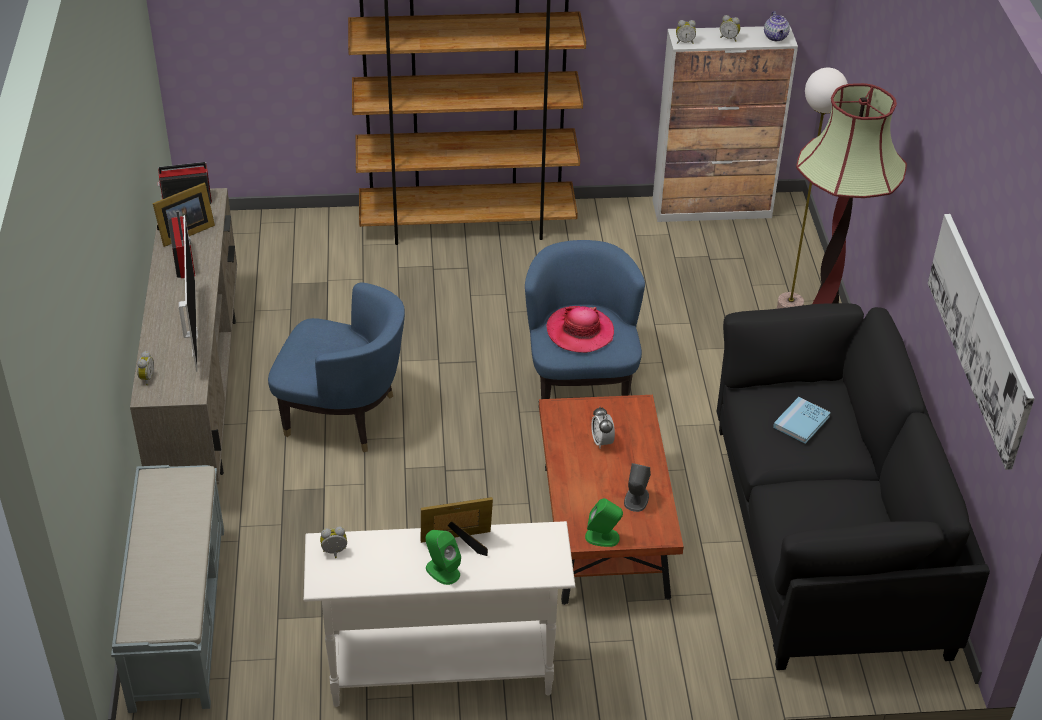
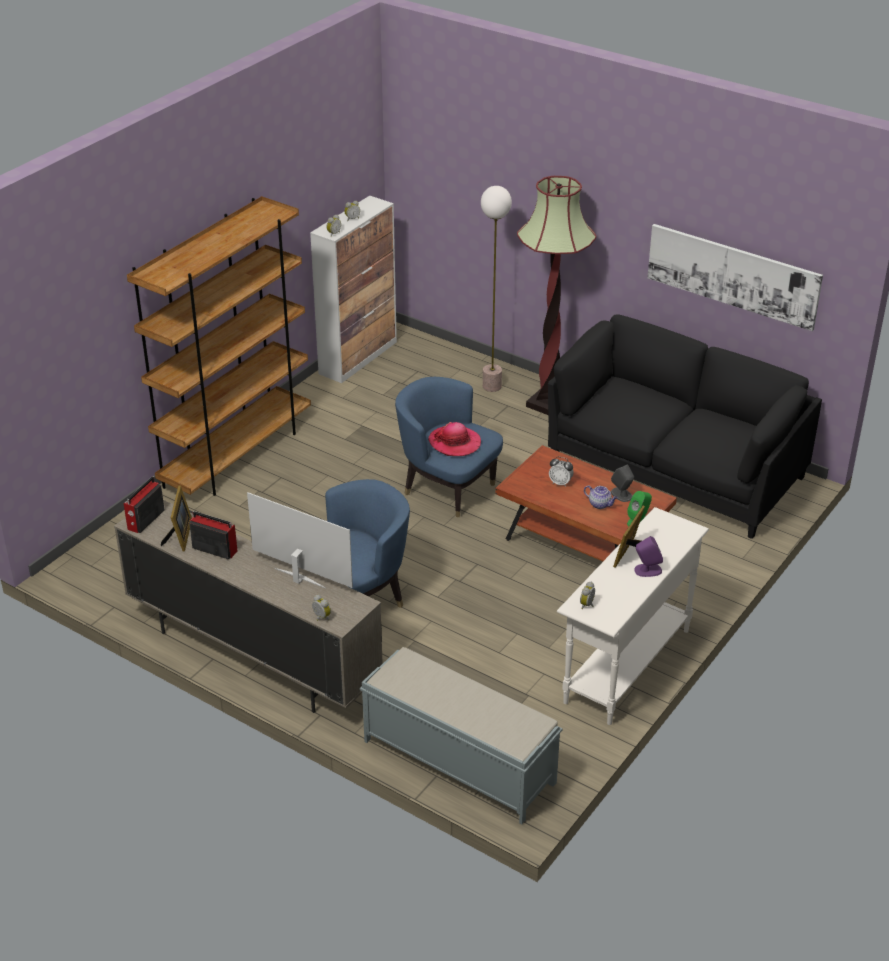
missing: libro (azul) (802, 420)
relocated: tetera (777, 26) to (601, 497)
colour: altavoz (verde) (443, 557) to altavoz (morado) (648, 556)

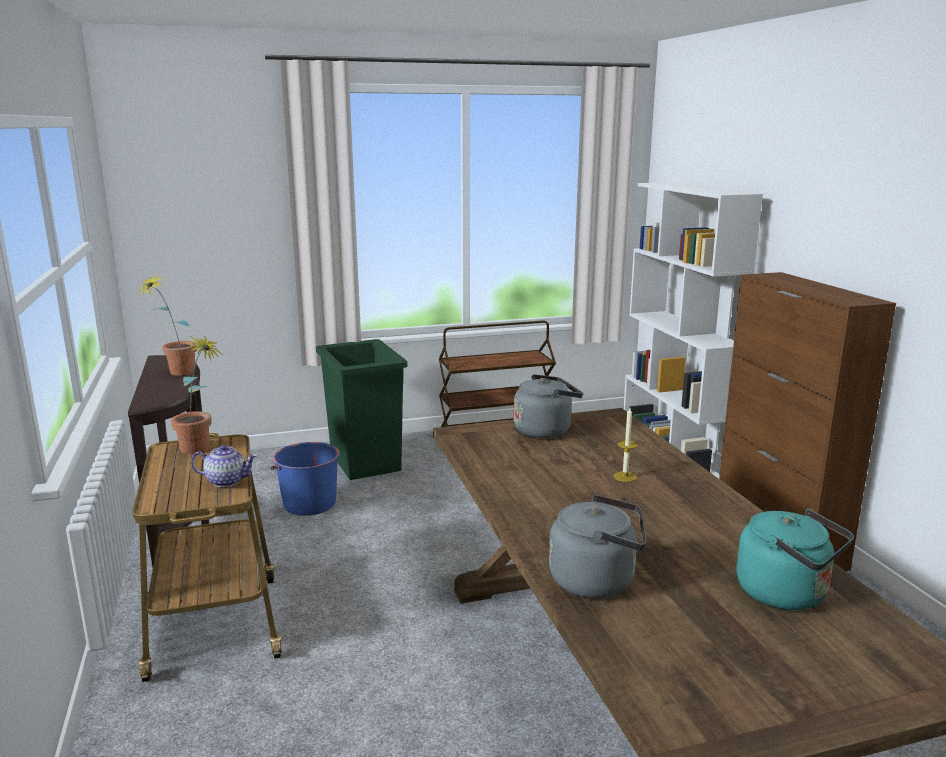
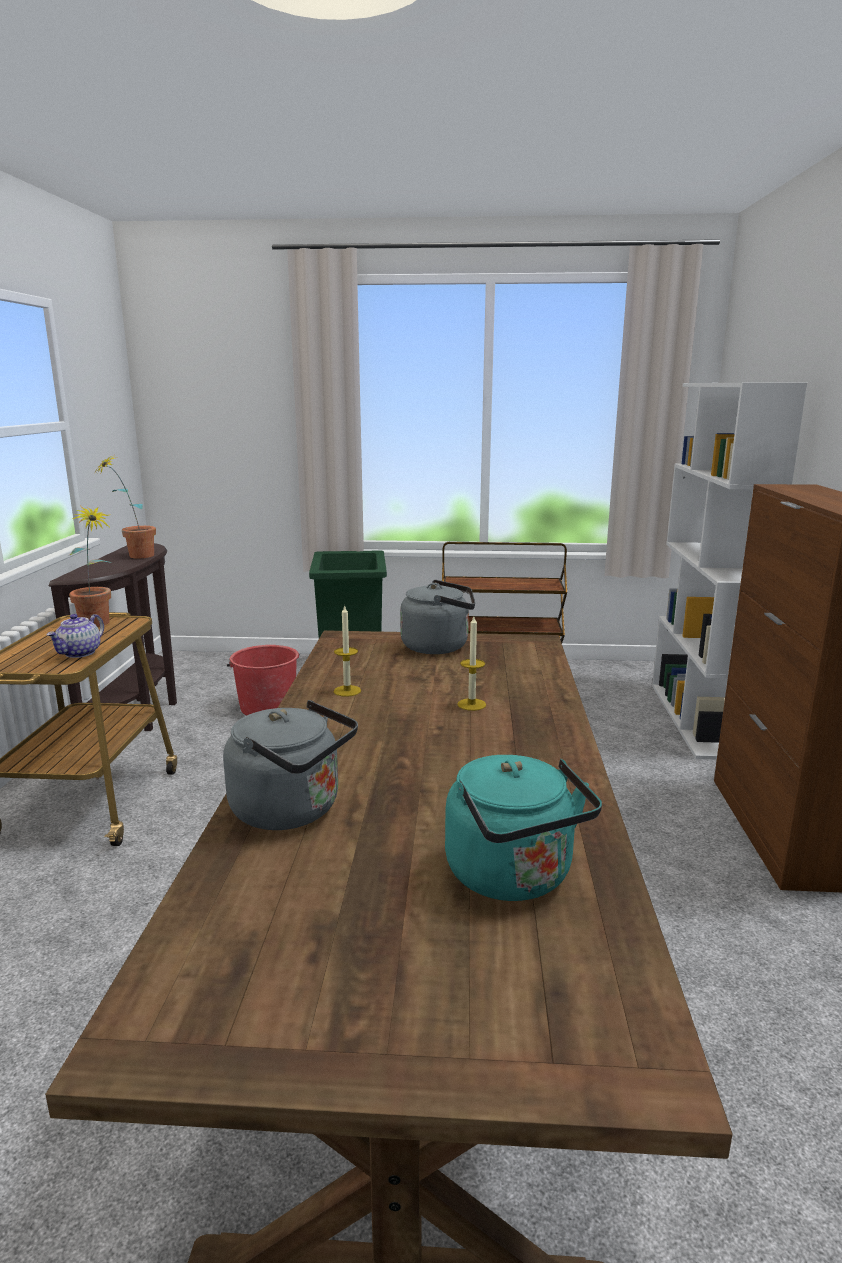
appeared: vela (347, 651)
colour: cubo (azul) (305, 479) to cubo (rojo) (263, 680)
spun: tetera (224, 466) = (75, 636) 90 degrees clockwise

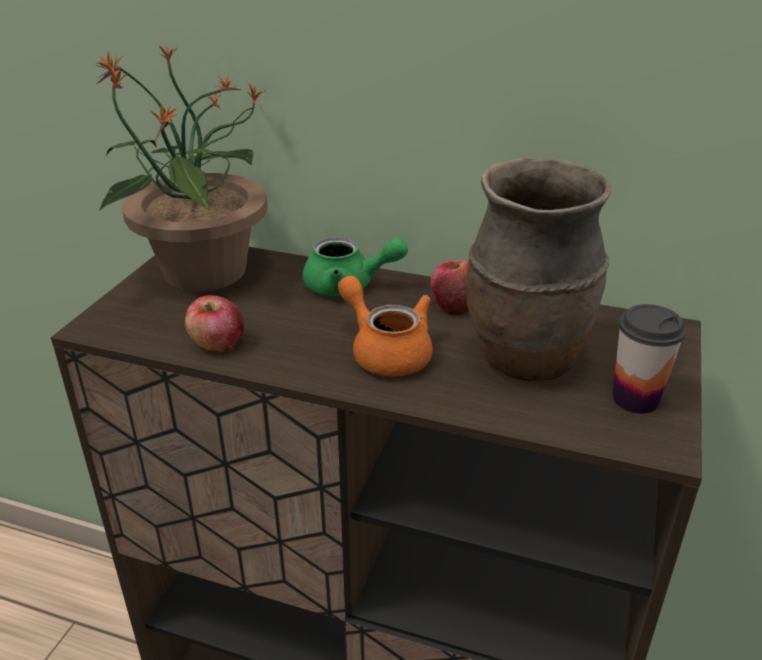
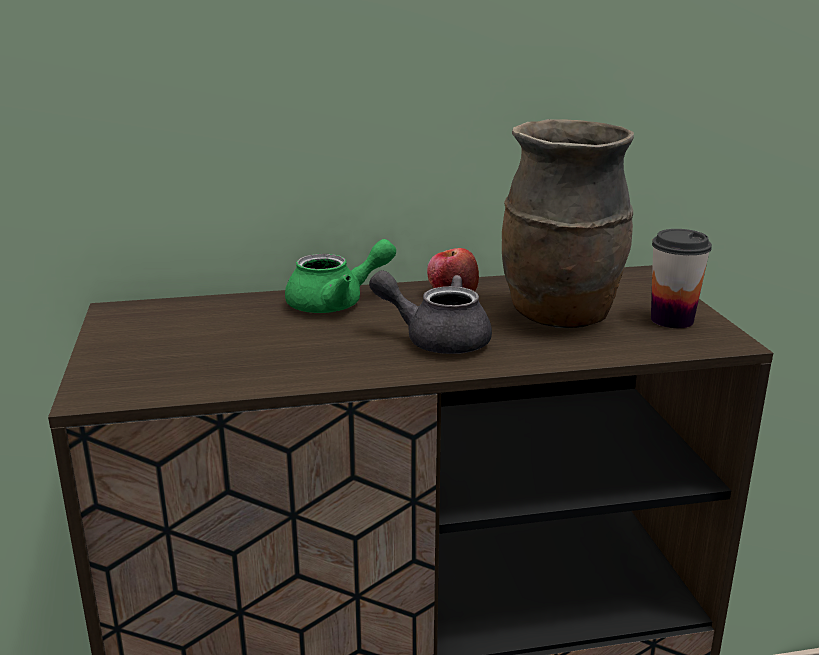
missing: planta en maceta (181, 167); manzana (214, 324)
colour: tetera (naranja) (385, 326) to tetera (gris) (430, 312)

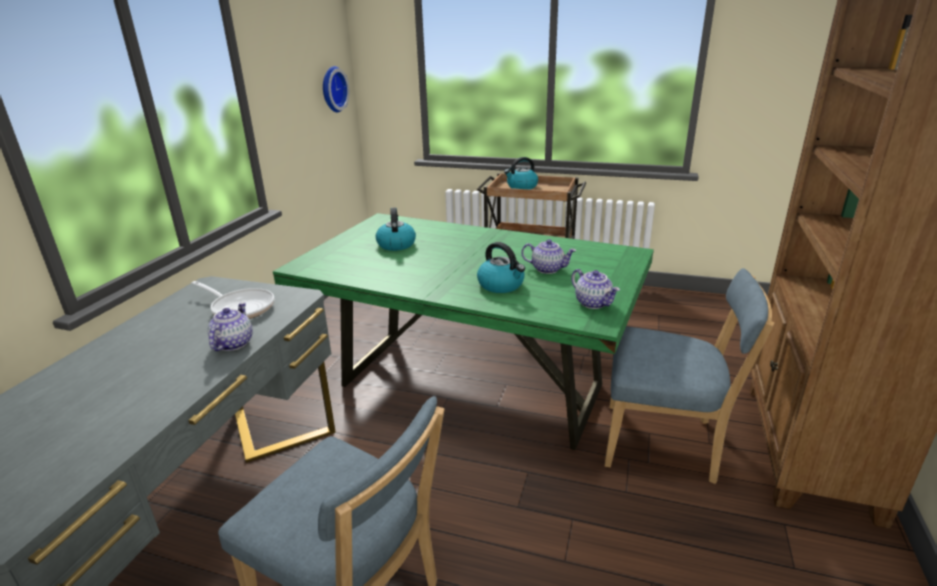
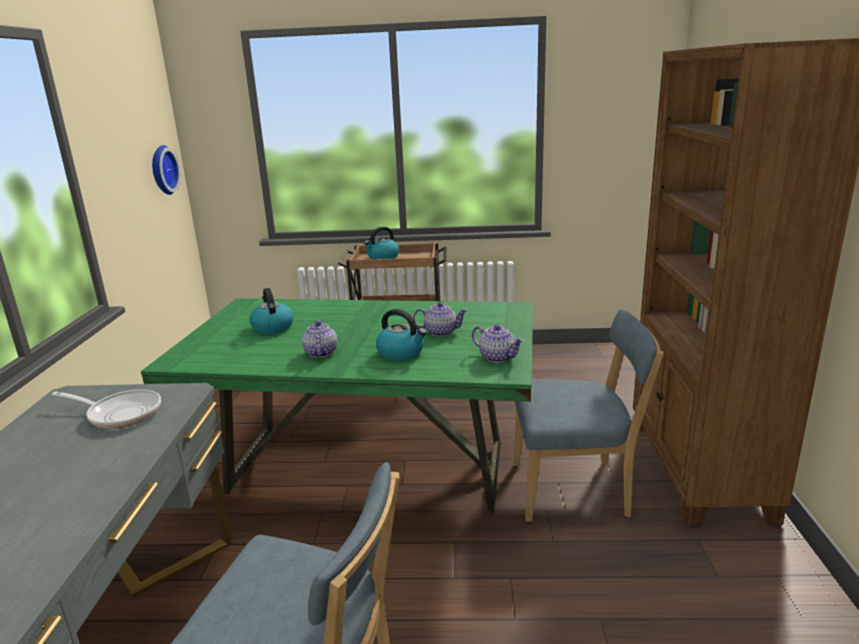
relocated: tetera (230, 326) to (319, 339)

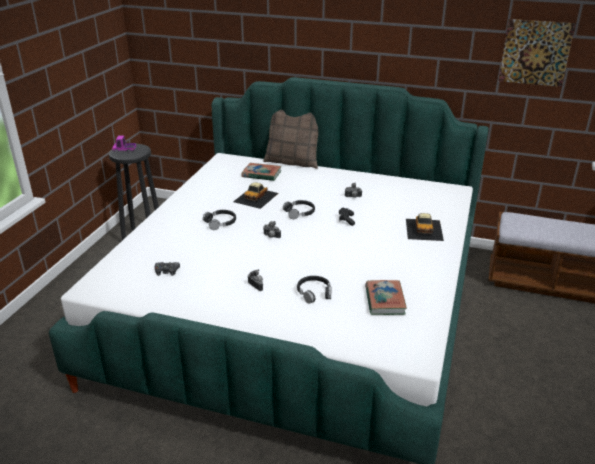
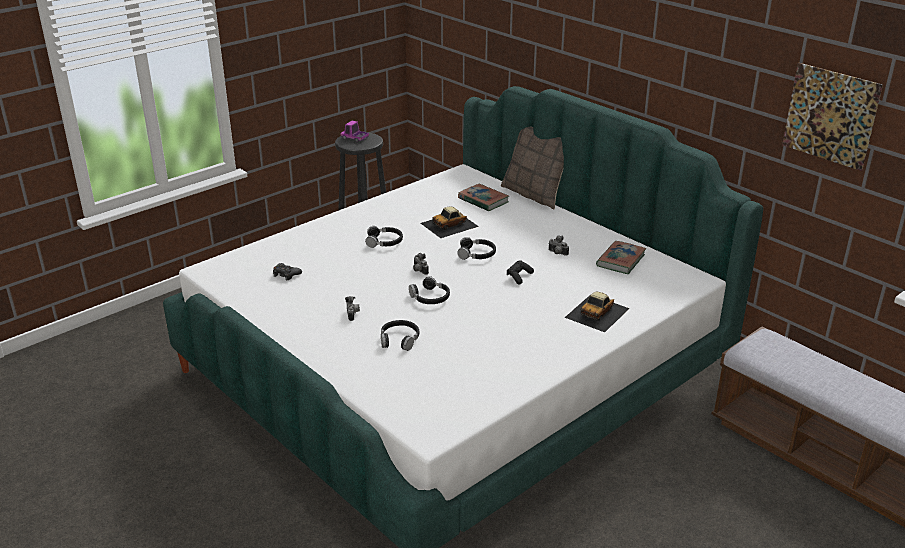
appeared: auriculares (negro) (429, 290)
relocated: libro (386, 297) to (621, 257)

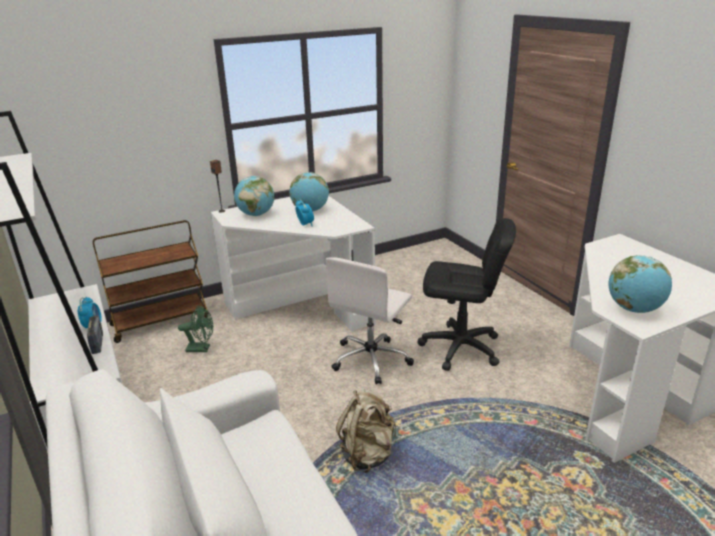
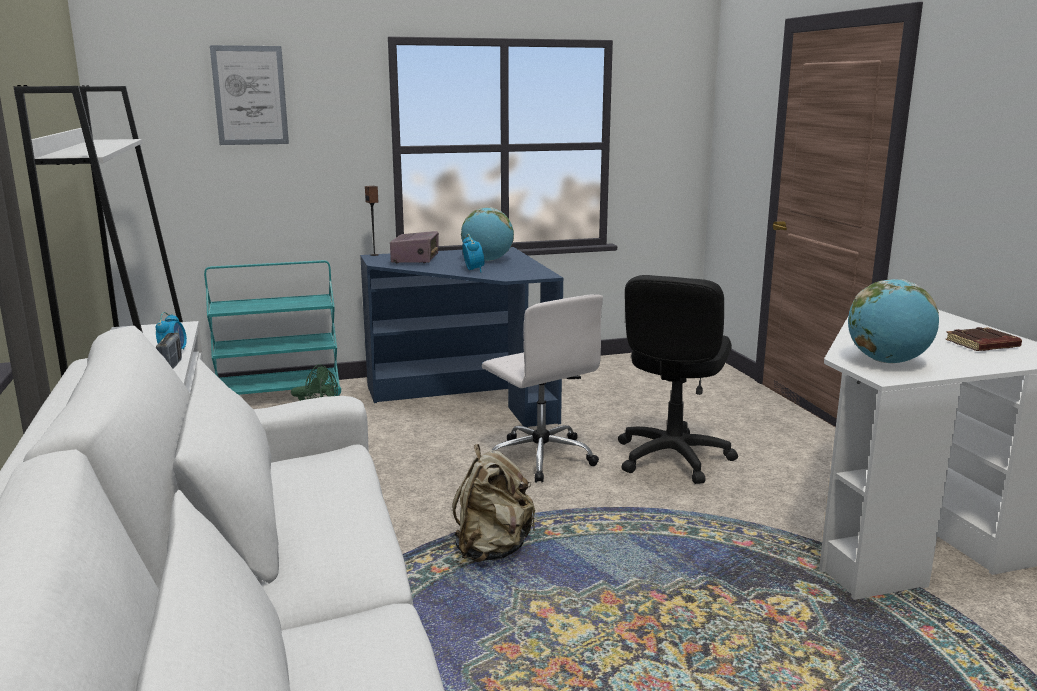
appeared: cuadro (249, 95); libro (marrón) (983, 339)
exchanged: globo terráqueo (254, 196) to radio (414, 247)
colour: carrito (marrón) (151, 281) to carrito (turquesa) (272, 328); escritorio (blanco) (293, 264) to escritorio (azul) (461, 337)
spun: silla de oficina (blanco) (370, 320) = (542, 388) 75 degrees counterclockwise; silla de oficina (negro) (467, 294) = (678, 379) 90 degrees clockwise

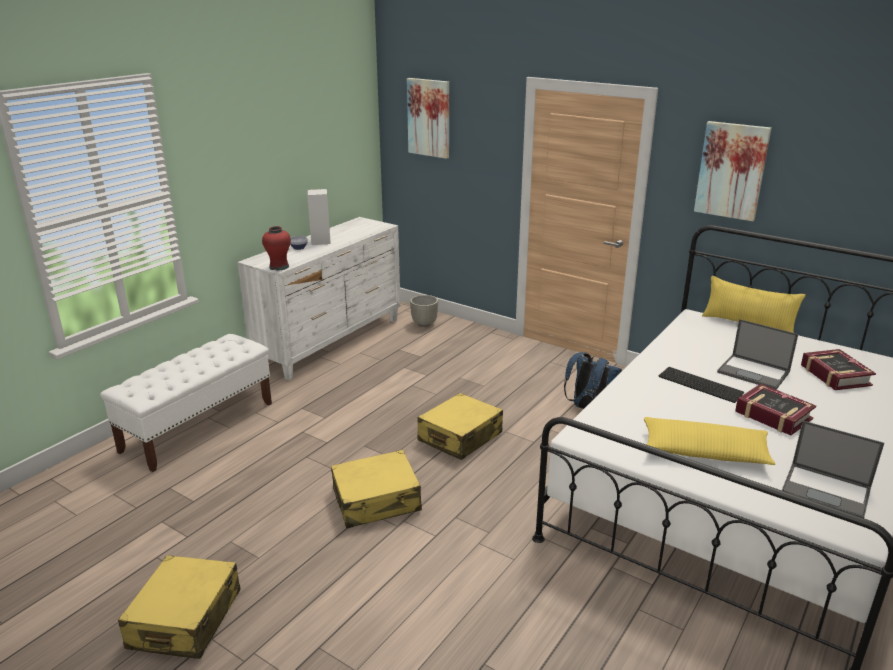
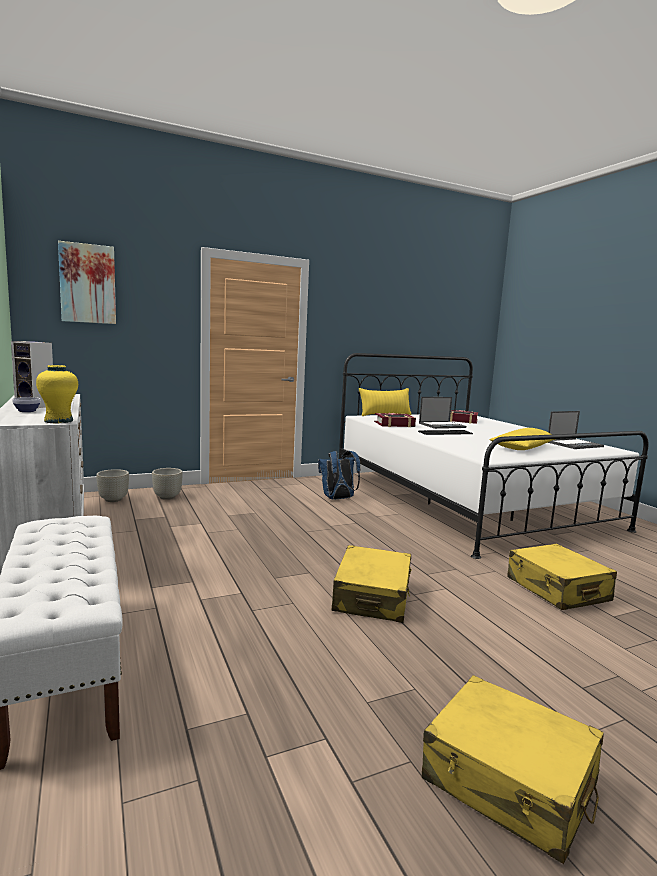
missing: cuadro (733, 171)
appeared: maceta (gris) (167, 484)
relocated: maleta (amarillo) (460, 426) to (562, 577); libro (775, 409) to (395, 420)
colour: florero (rojo) (276, 248) to florero (amarillo) (57, 394)

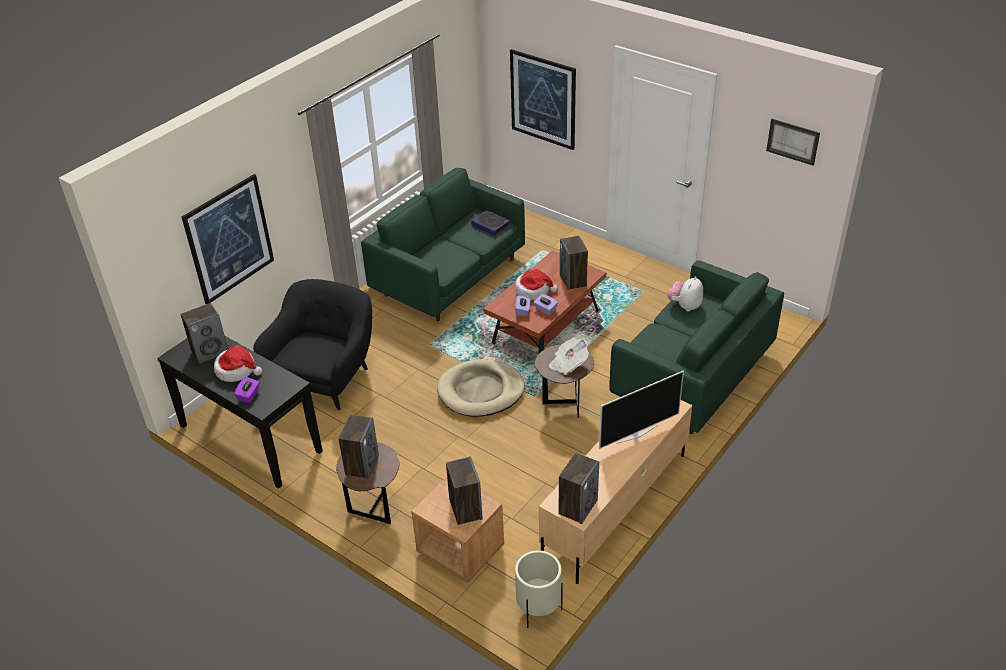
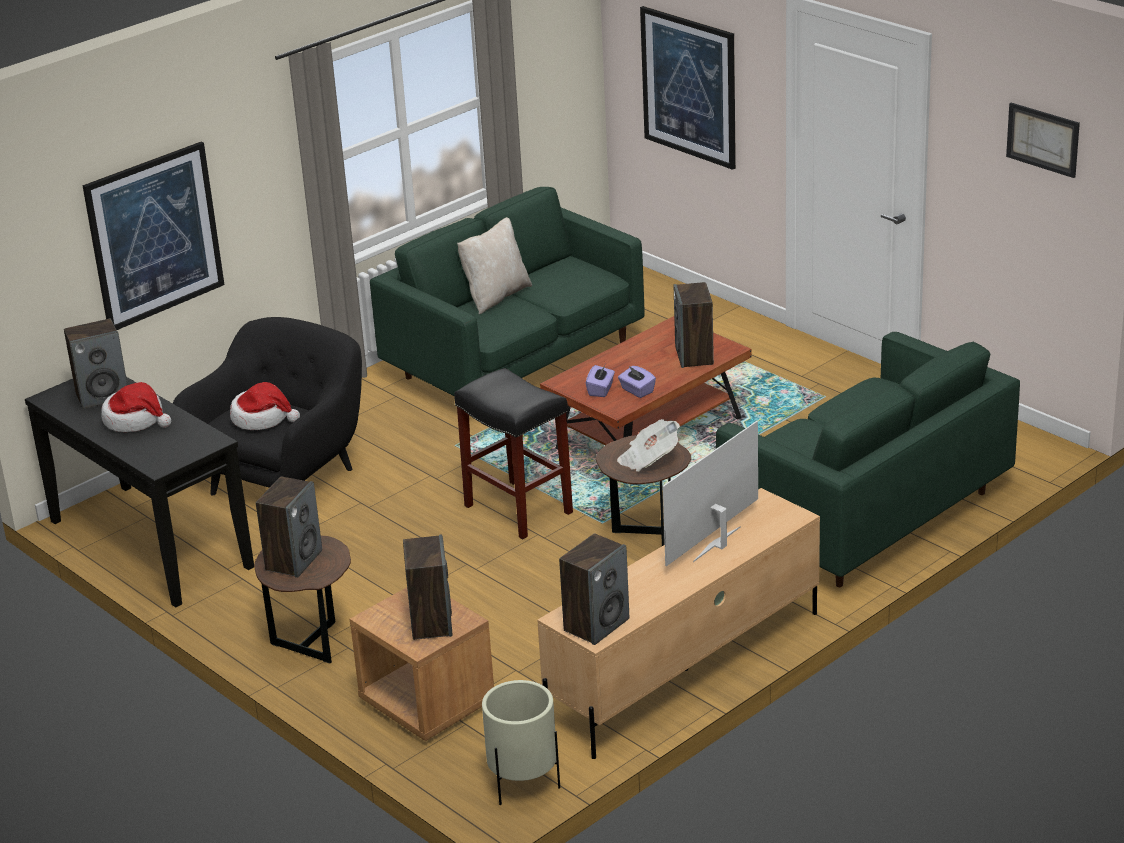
missing: caja de pañuelos (morado) (247, 390); libro (490, 223); peluche (685, 294)
appeared: cojín (beis) (494, 265)
relocated: sombrero (536, 284) to (265, 406)
exchanged: cama para perro (beis) (481, 388) to taburete (negro) (513, 453)
spun: televisor (641, 410) = (710, 493) 150 degrees clockwise

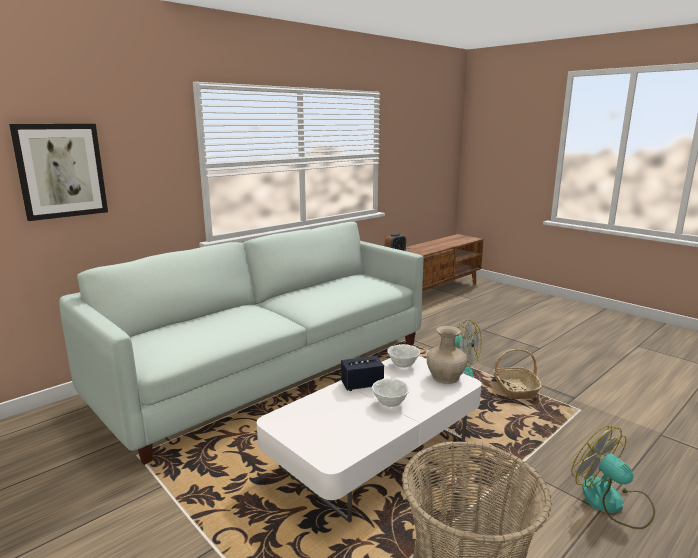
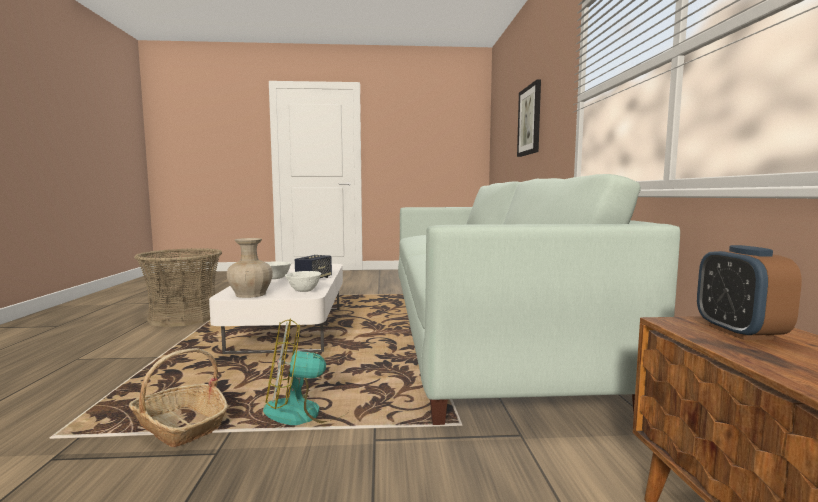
missing: ventilador (613, 477)

